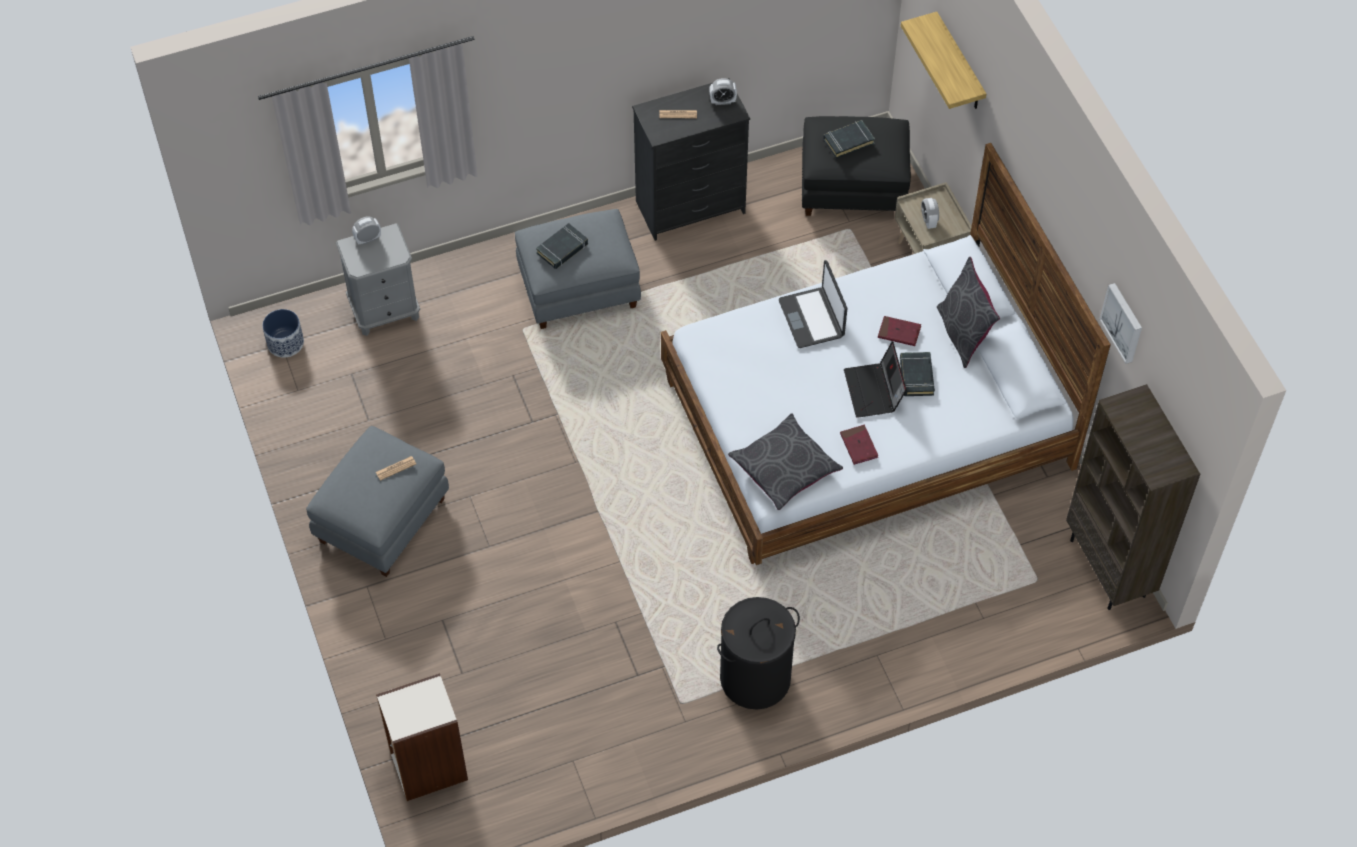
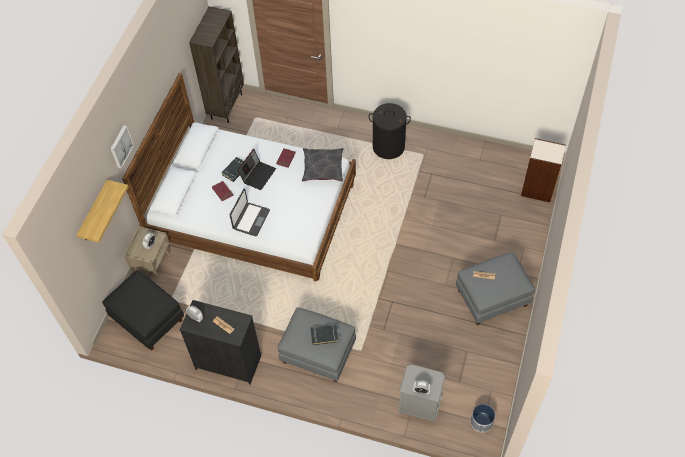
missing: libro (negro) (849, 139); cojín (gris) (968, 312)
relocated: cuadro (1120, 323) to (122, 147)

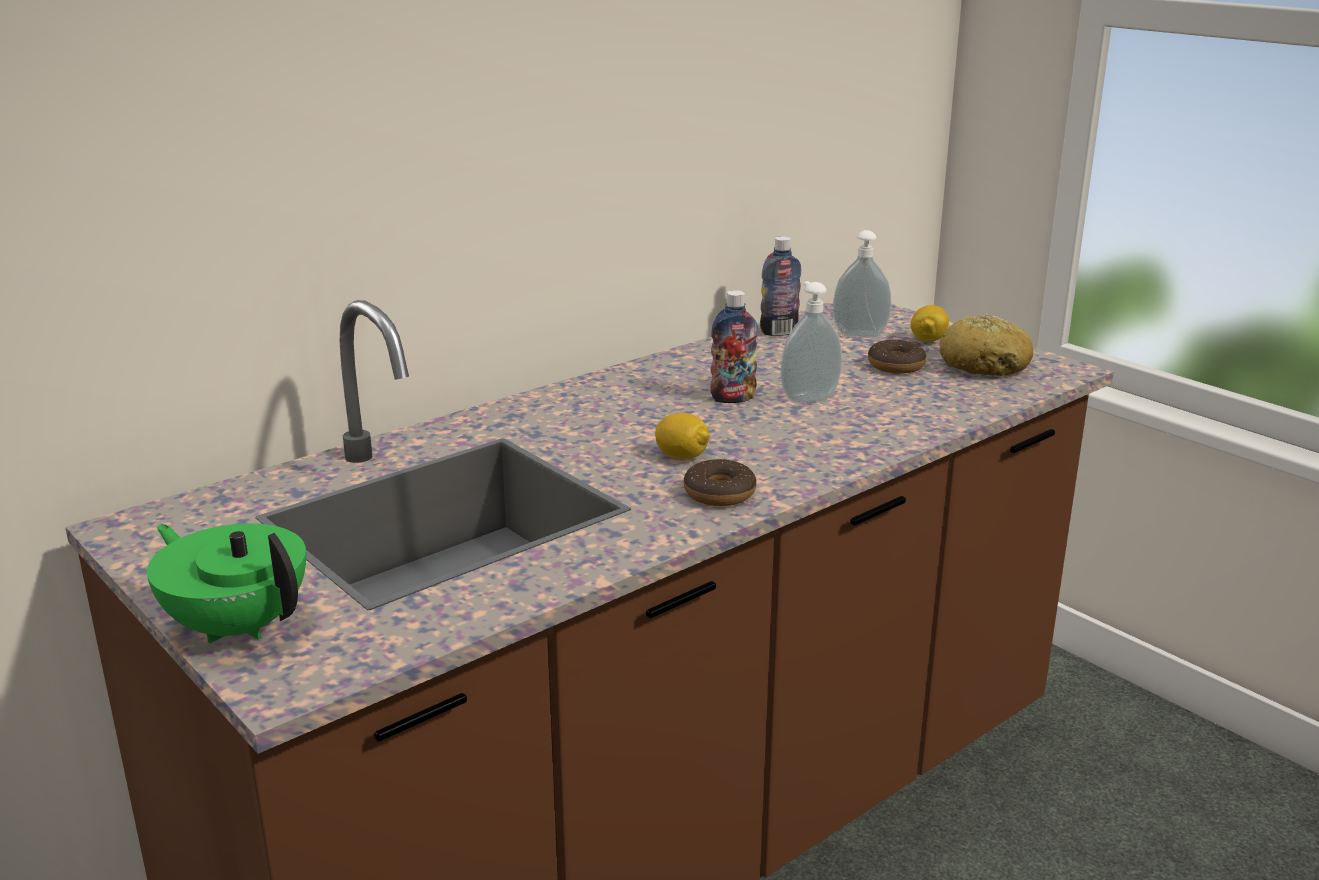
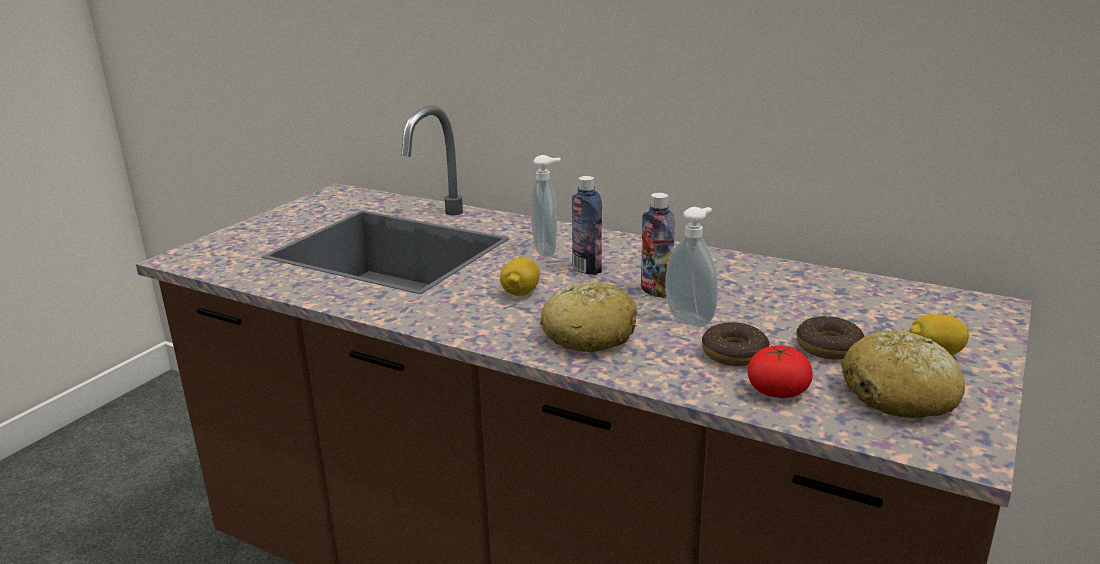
missing: tetera (verde) (226, 583)
appeared: pan (588, 317); tomate (780, 371)
relocated: rosquilla (720, 482) to (735, 344); botella (780, 286) to (587, 225); dispensador de jabón (862, 283) to (546, 206)

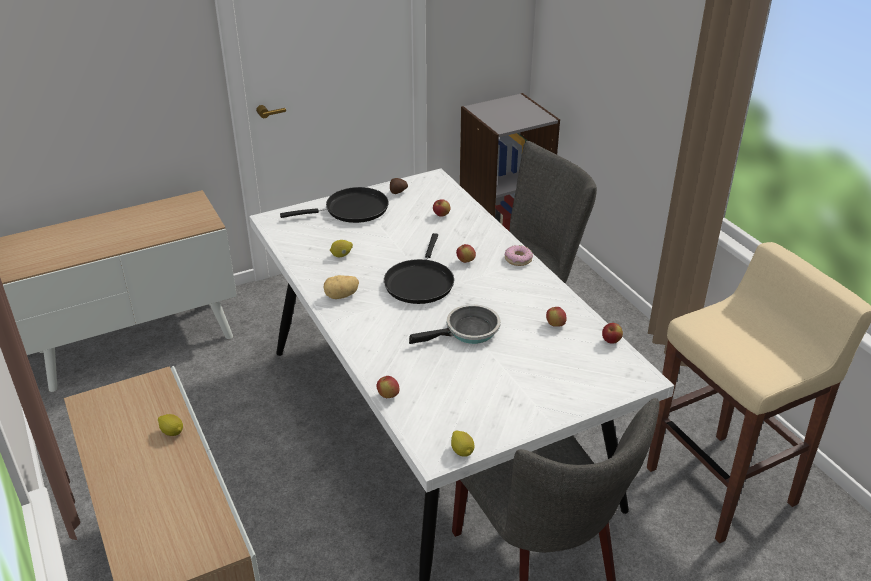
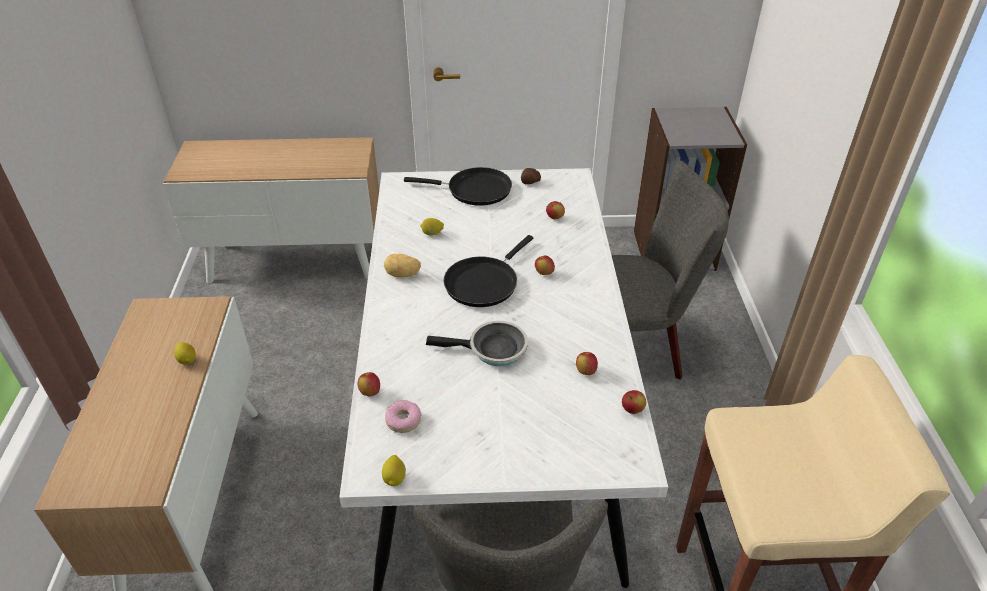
relocated: rosquilla (519, 255) to (403, 416)

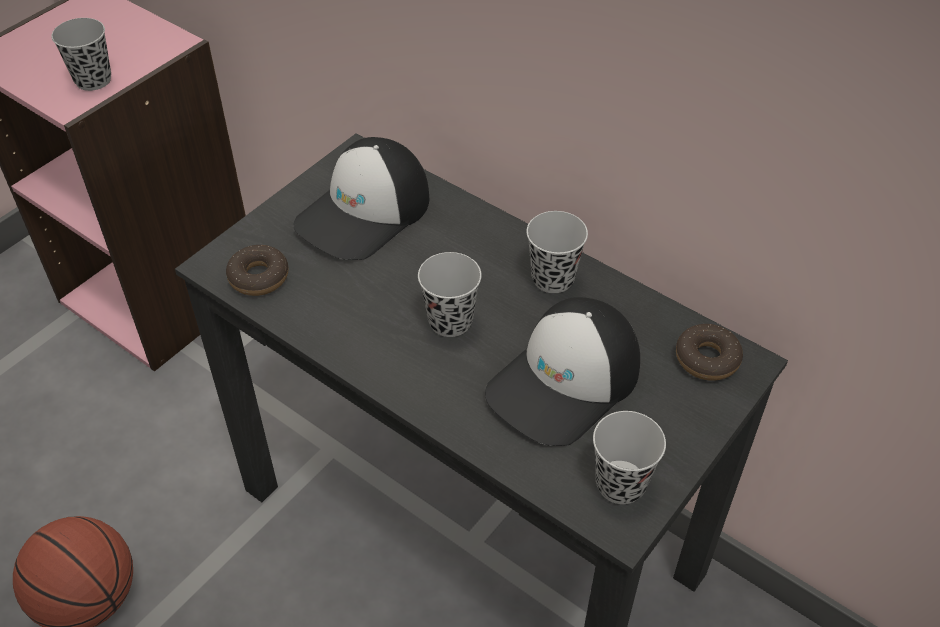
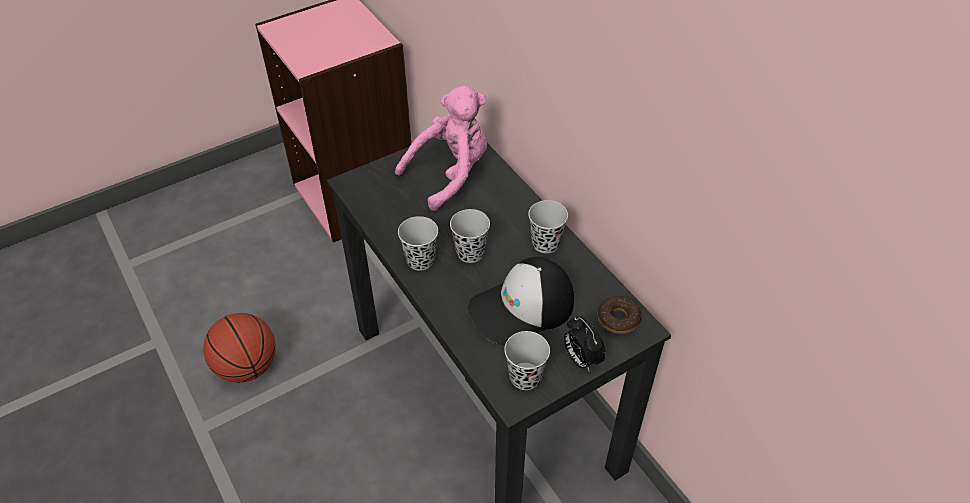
missing: rosquilla (257, 270)
appeared: despertador (585, 344)
relocated: taza (negro) (81, 54) to (418, 243)
exchanged: gorra (361, 198) to peluche (rosa) (441, 148)

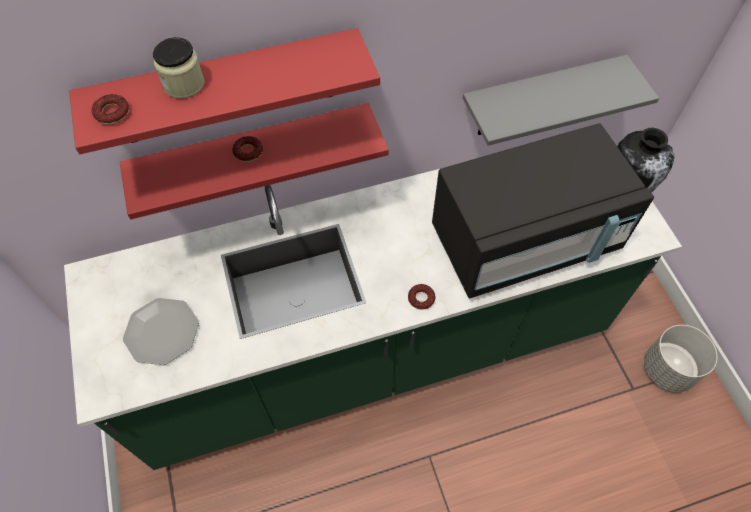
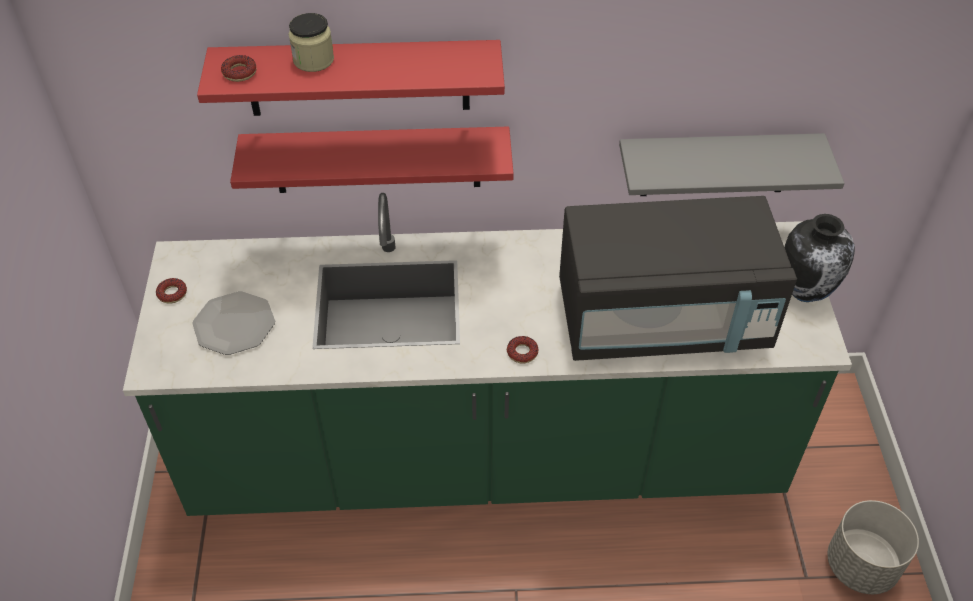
relocated: rosquilla (247, 149) to (171, 291)

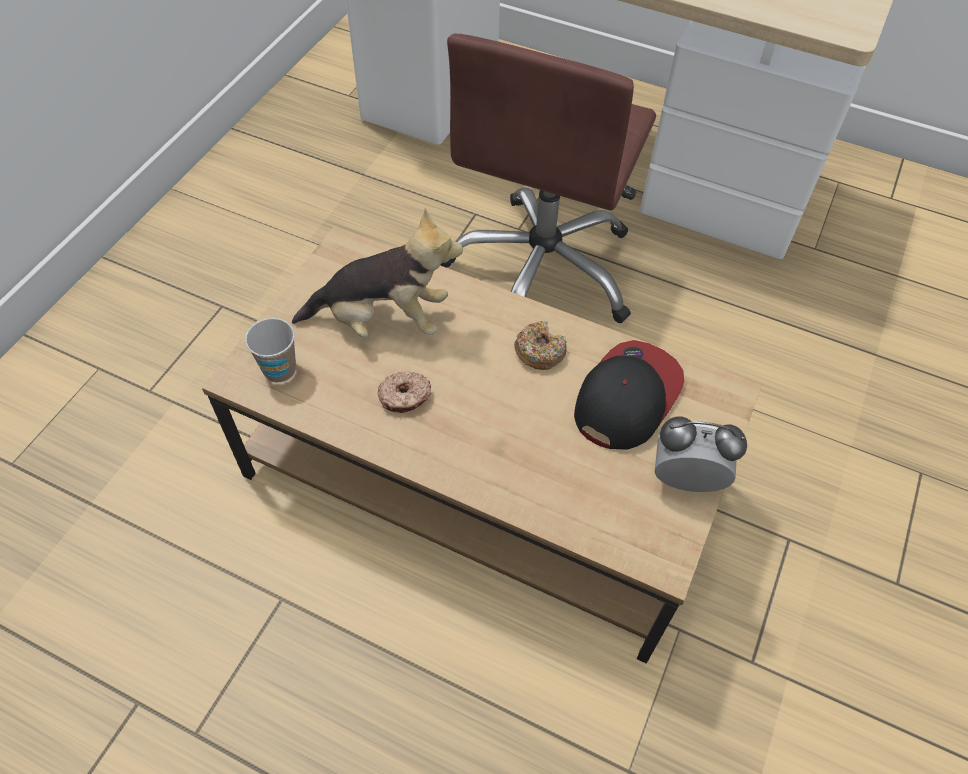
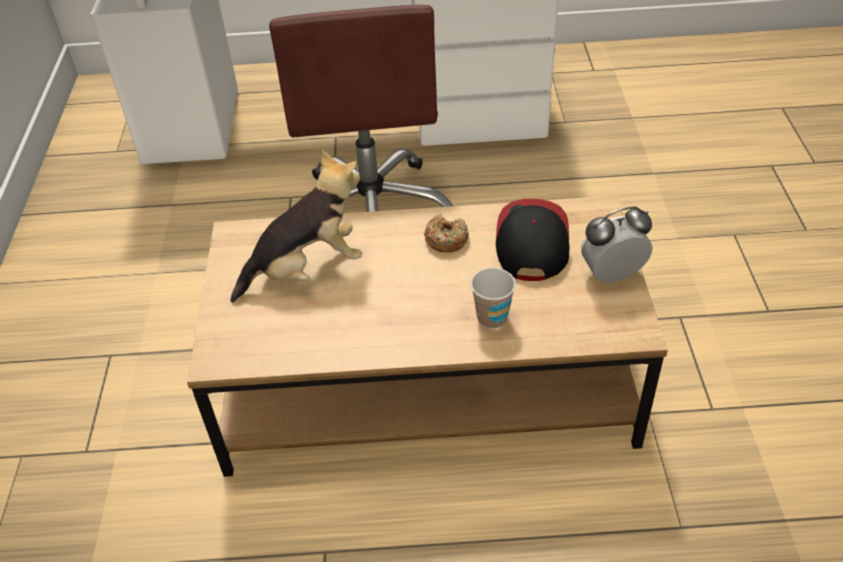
missing: rosquilla (404, 392)
relocated: taza (270, 350) to (493, 298)

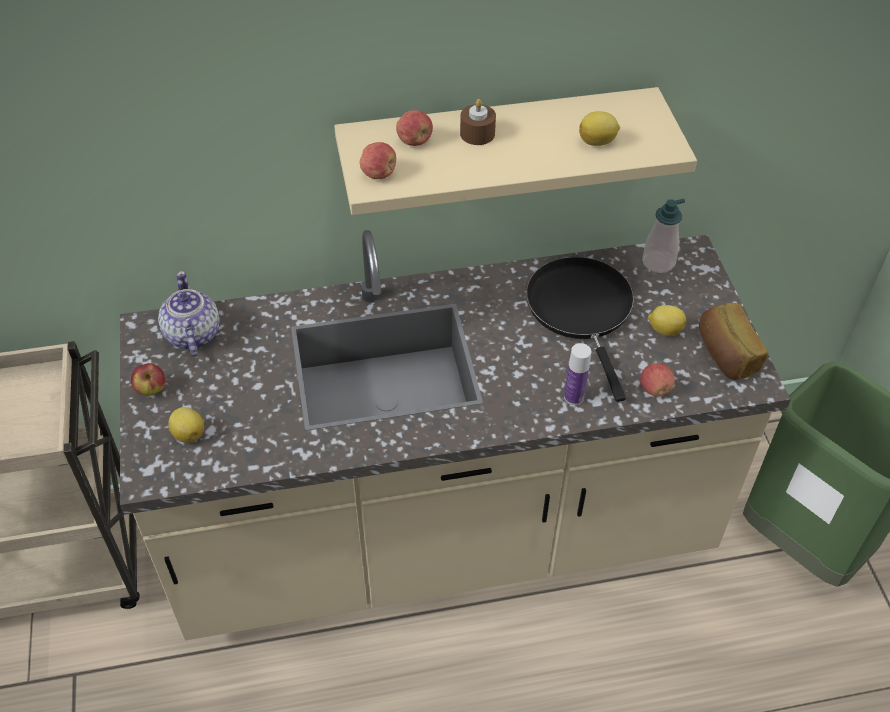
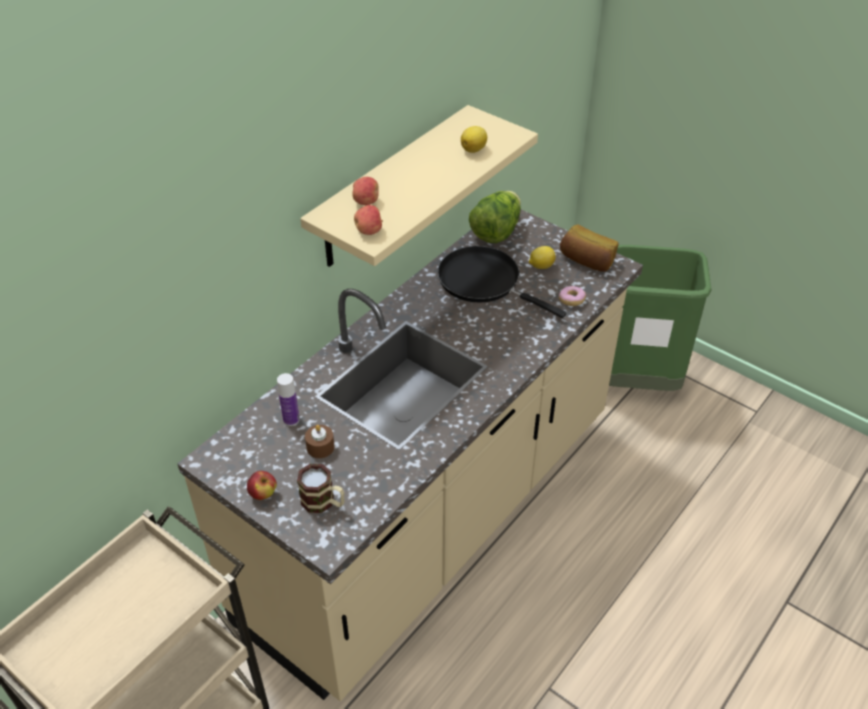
missing: tetera (189, 314)
relocated: vela (marrón) (478, 122) to (320, 441); botella (577, 374) to (288, 399)
exchanged: limón (186, 425) to taza grande (320, 488); manzana (657, 380) to rosquilla (572, 296); dispensador de jabón (663, 236) to lechuga (495, 217)

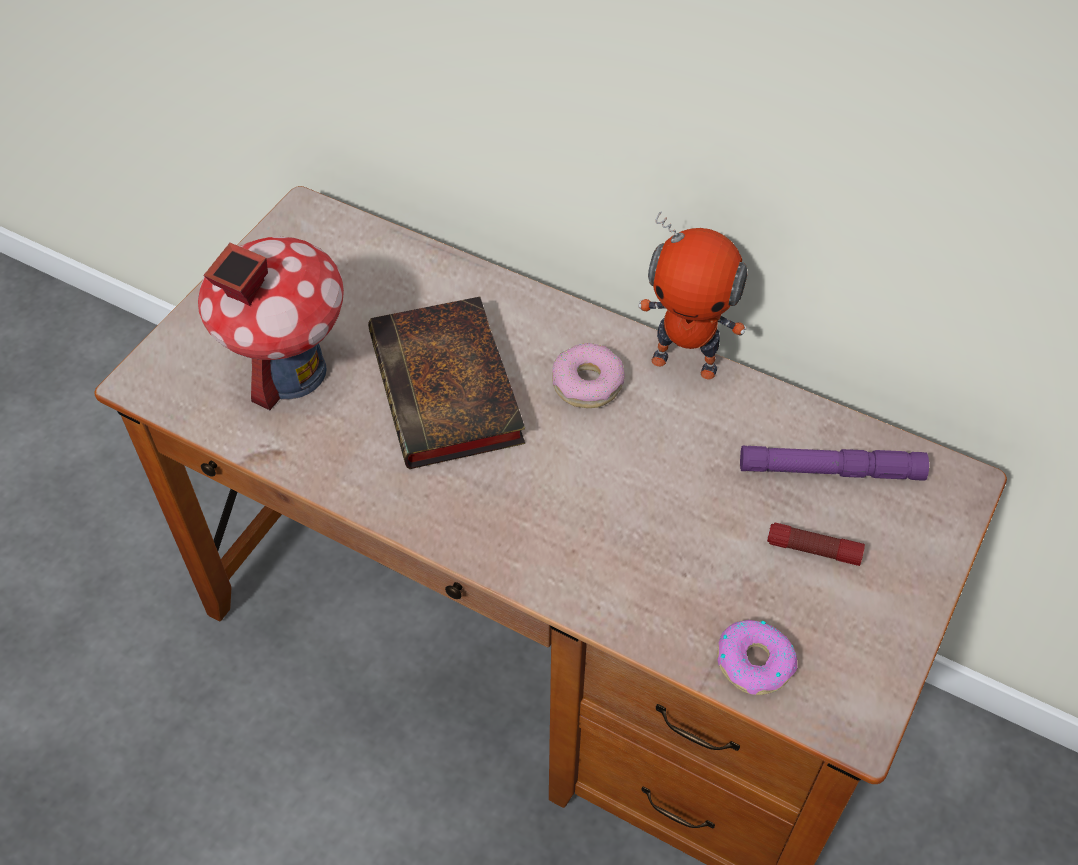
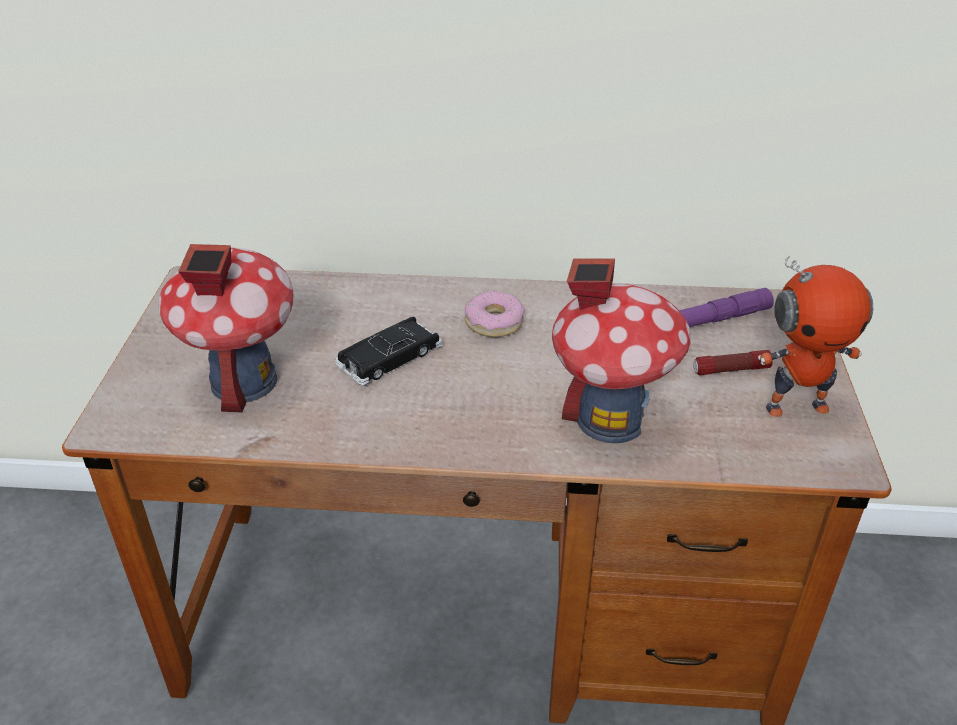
missing: rosquilla (757, 657)
appeared: casita (621, 350)
relocated: robot de juguete (693, 296) to (815, 336)
exchanged: libro (446, 383) to coche de juguete (negro) (388, 351)

